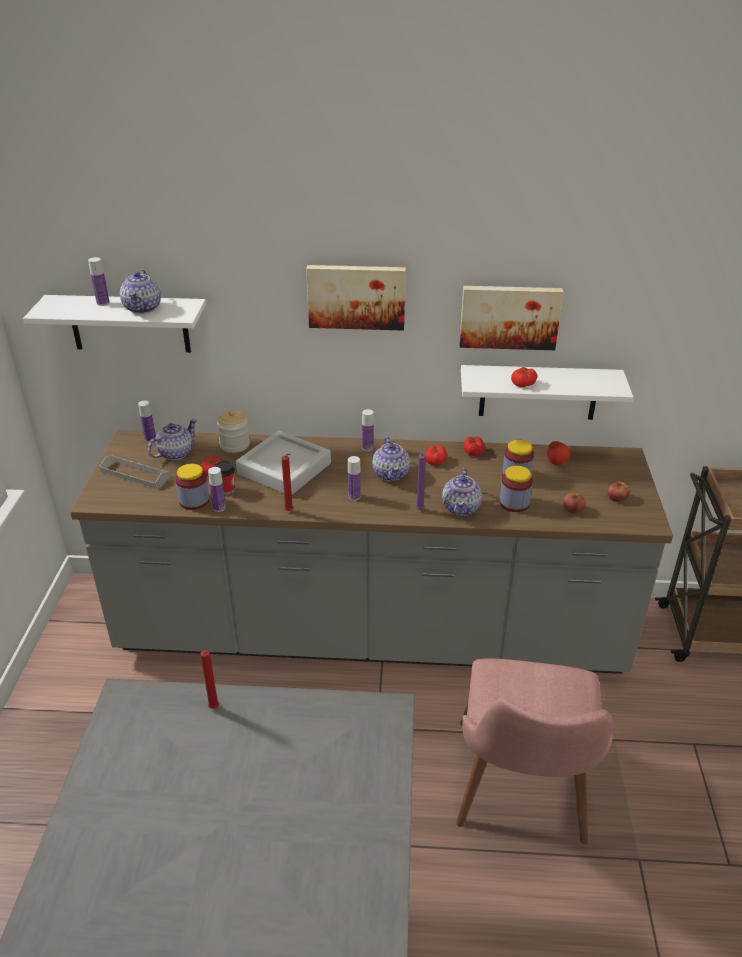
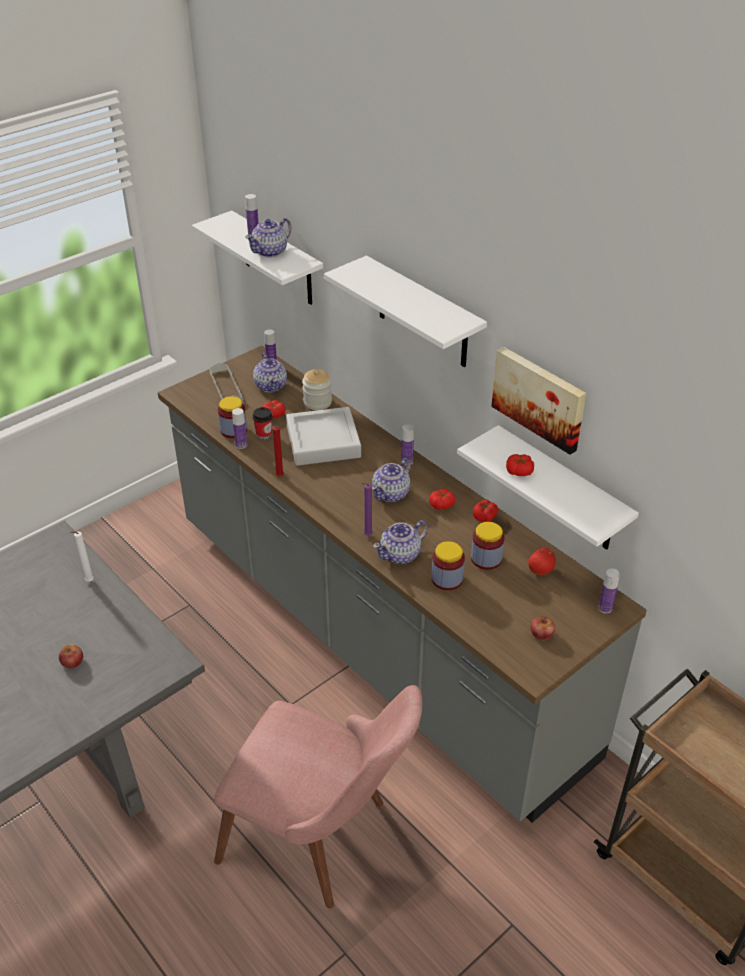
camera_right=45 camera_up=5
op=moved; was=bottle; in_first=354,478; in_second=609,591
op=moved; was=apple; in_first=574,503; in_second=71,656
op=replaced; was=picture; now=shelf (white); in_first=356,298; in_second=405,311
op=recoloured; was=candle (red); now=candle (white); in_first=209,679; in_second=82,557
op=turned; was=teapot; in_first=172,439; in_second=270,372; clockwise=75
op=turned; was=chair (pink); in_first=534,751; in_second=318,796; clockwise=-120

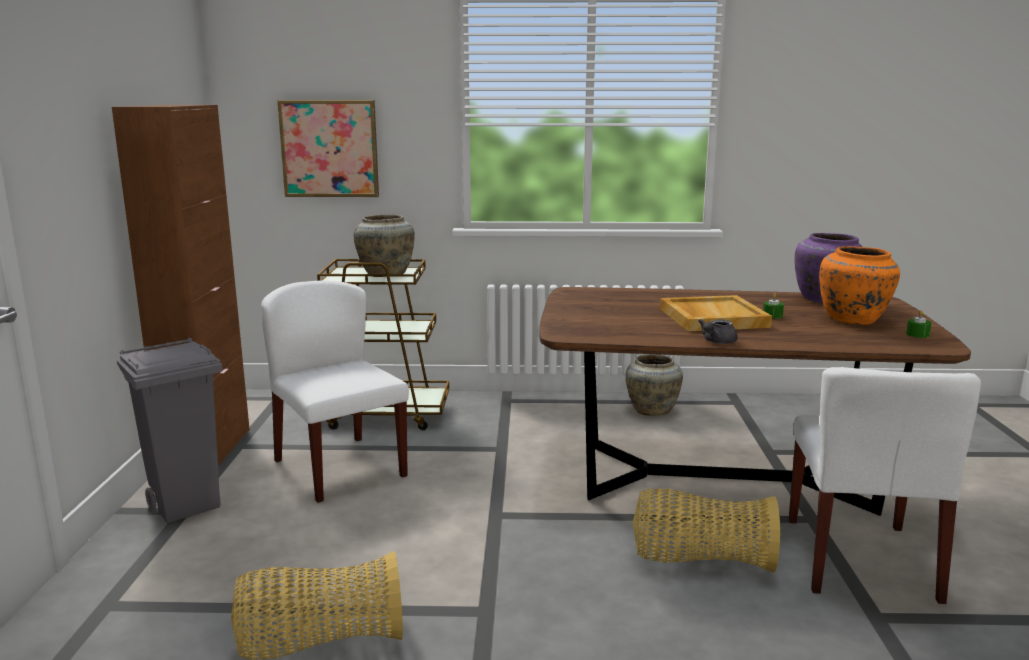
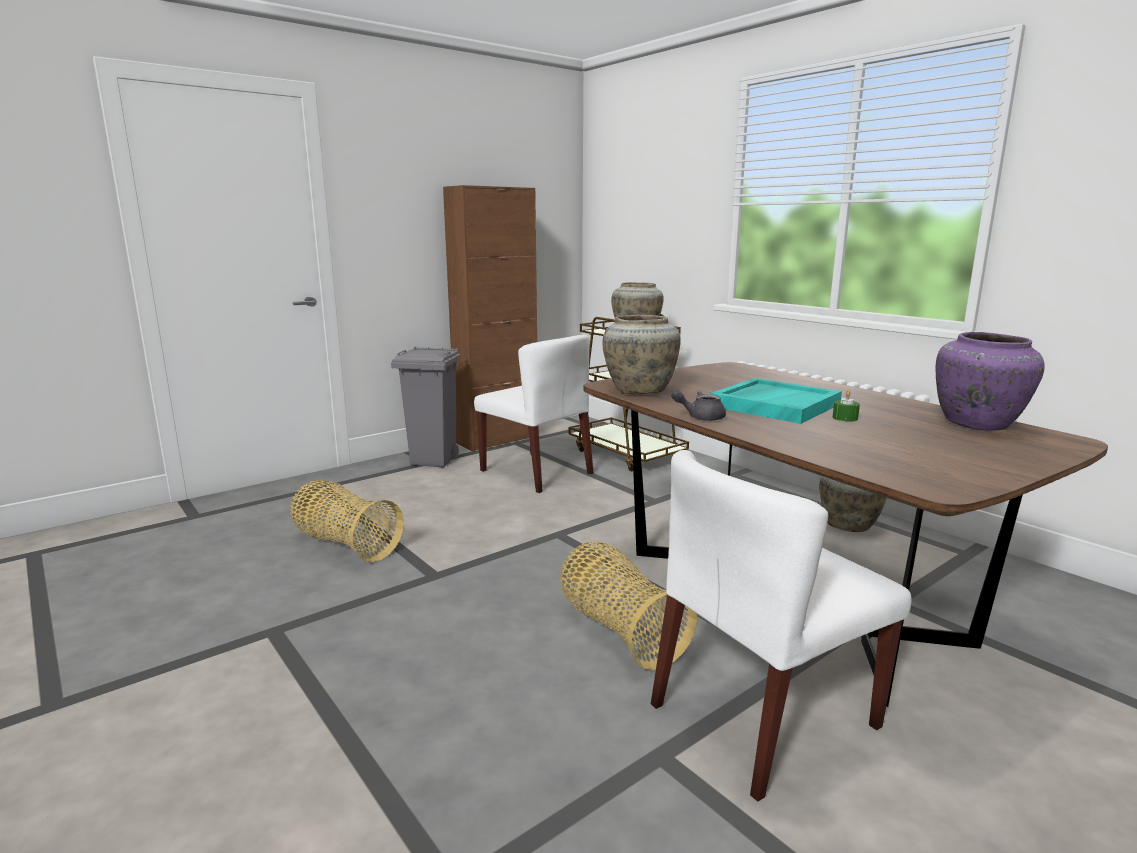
camera_right=50 camera_up=0
op=removed; was=picture; in_first=328,148
op=removed; was=vase (orange); in_first=859,285
op=removed; was=candle (green); in_first=918,324
op=added; now=vase (beige); in_second=642,354
op=recoloured; was=tray (beige); now=tray (turquoise); in_first=716,313; in_second=776,401
op=turned; was=chair (white); in_first=335,391; in_second=533,414; clockwise=120

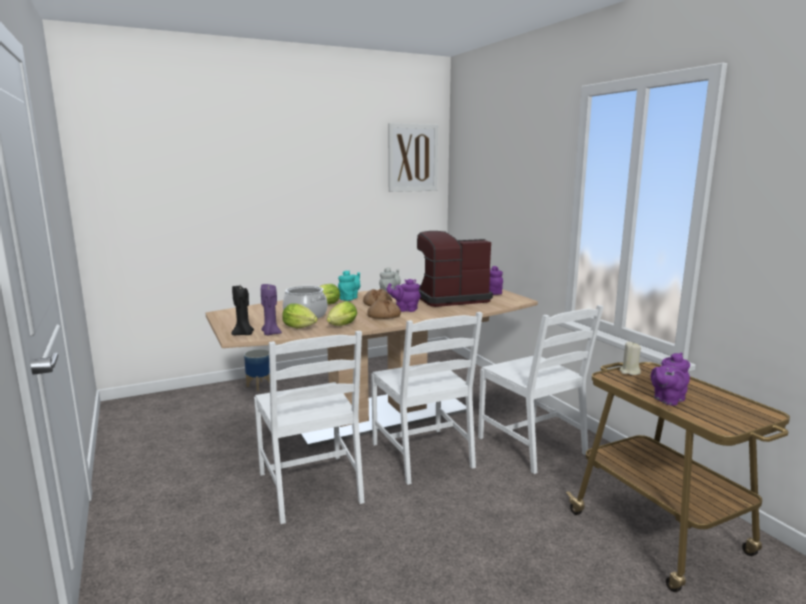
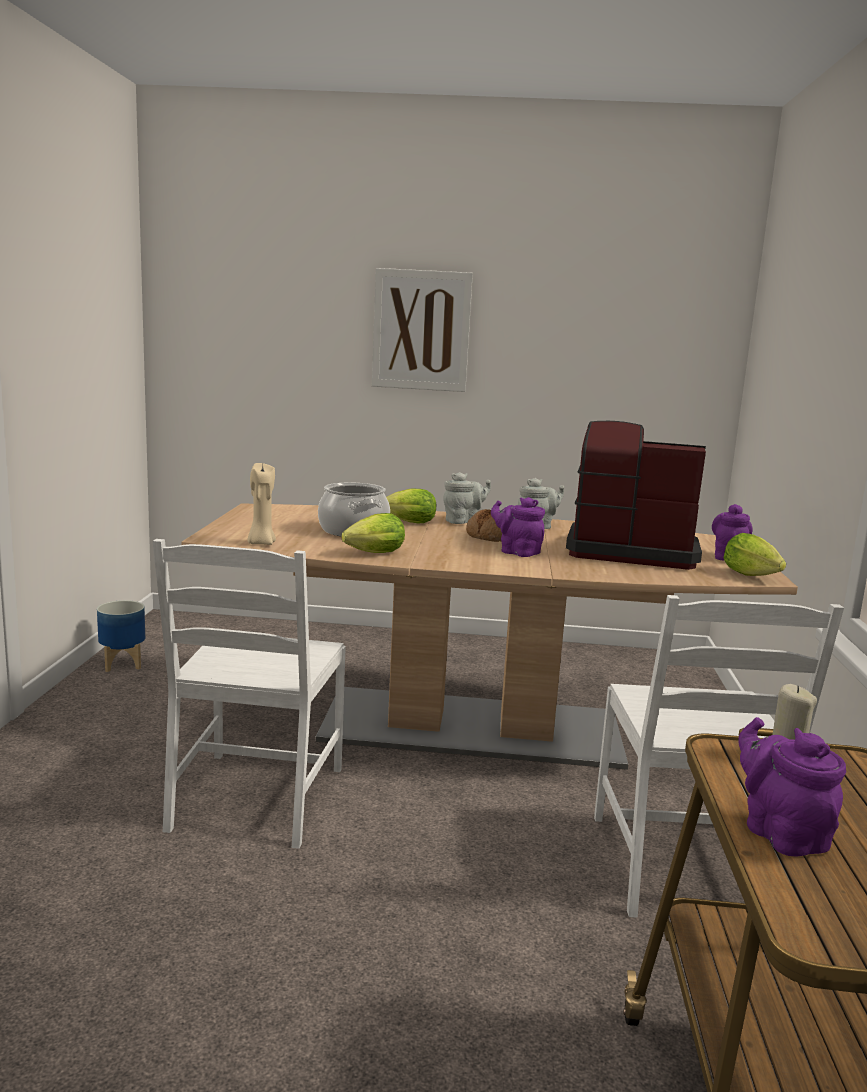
camera_right=30 camera_up=0
op=removed; was=candle (black); in_first=242,310
op=removed; was=bread; in_first=384,309
op=removed; was=chair (white); in_first=427,398
op=moved; was=planter; in_first=257,370; in_second=121,636
op=moved; was=lettuce; in_first=300,316; in_second=754,554
op=moved; was=picture; in_first=413,157; in_second=422,330
op=recoloured; was=candle (purple); now=candle (beige); in_first=271,309; in_second=261,504
op=recoloured; was=teapot (turquoise); now=teapot (grey); in_first=349,285; in_second=467,498
op=turned; was=teapot (purple); in_first=670,379; in_second=792,787; clockwise=75

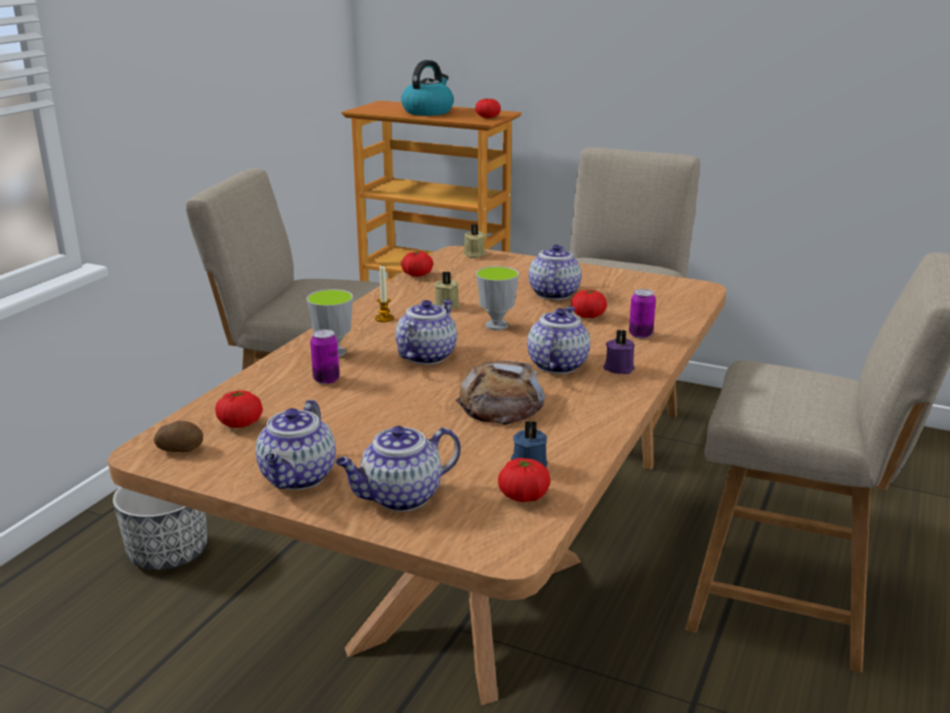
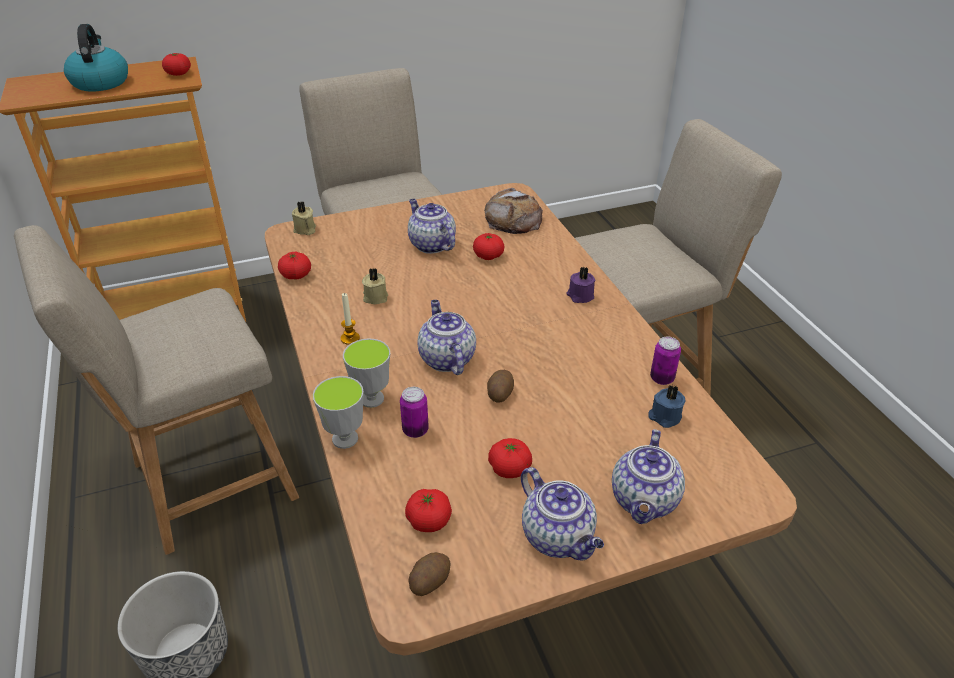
camera_right=-45 camera_up=15
op=removed; was=teapot; in_first=558,340
op=added; now=potato; in_second=500,386
op=moved; was=bread; in_first=500,392; in_second=513,211
op=moved; was=cup; in_first=497,298; in_second=338,412
op=moved; was=tomato; in_first=524,480; in_second=510,458
op=moved; was=can; in_first=642,314; in_second=665,361

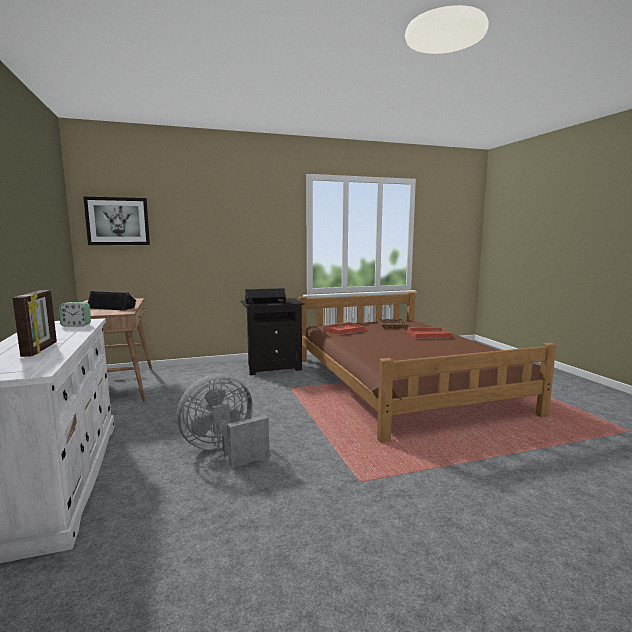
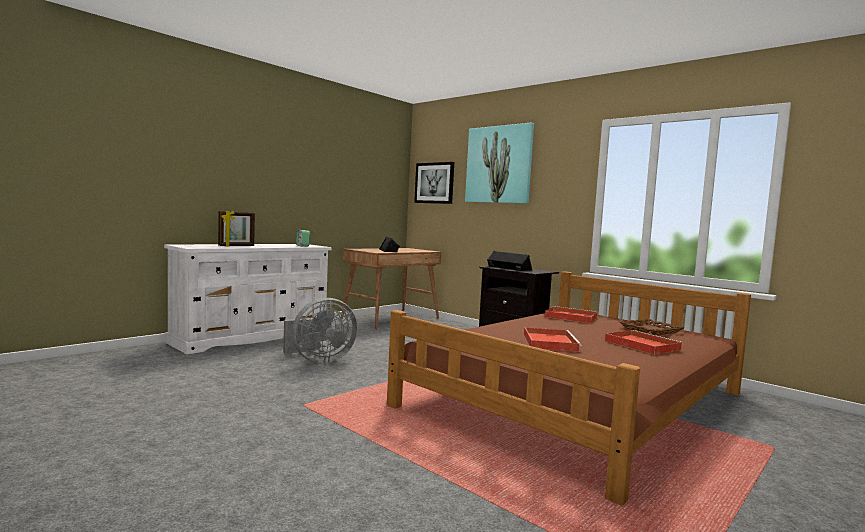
camera_right=60 camera_up=-5
op=added; now=picture; in_second=499,163
op=added; now=tray (red); in_second=553,339
op=turned; was=fan (grey); in_first=223,421; in_second=320,330; clockwise=120

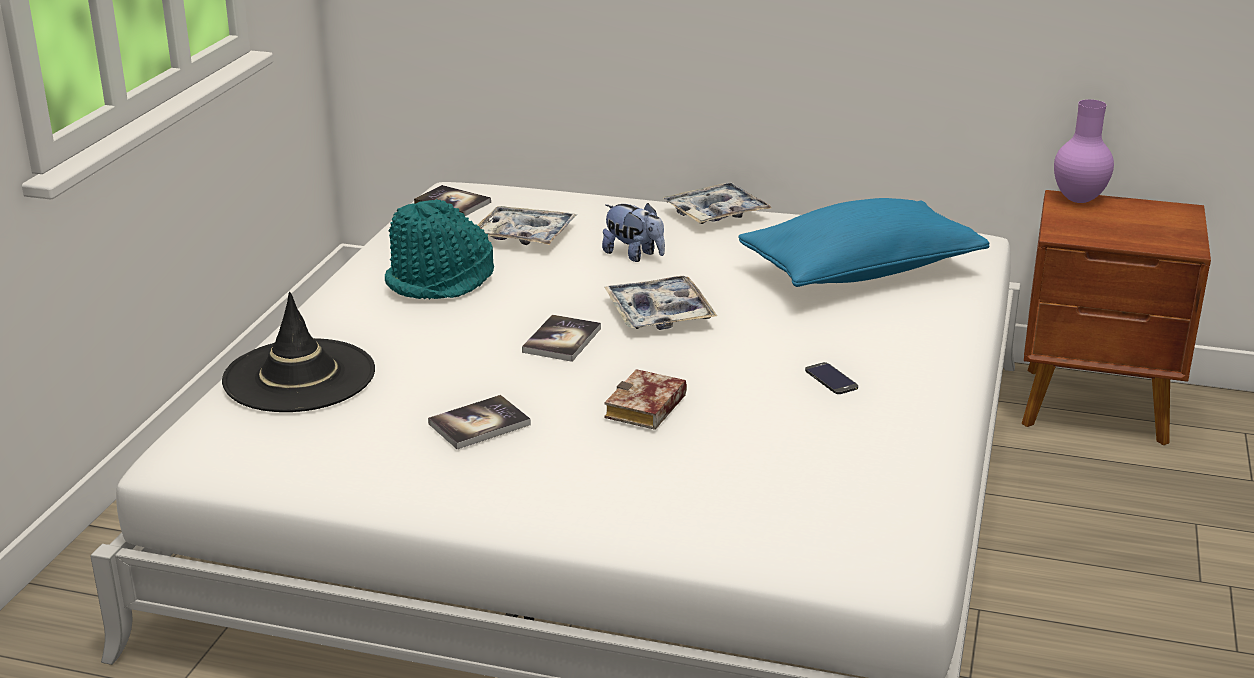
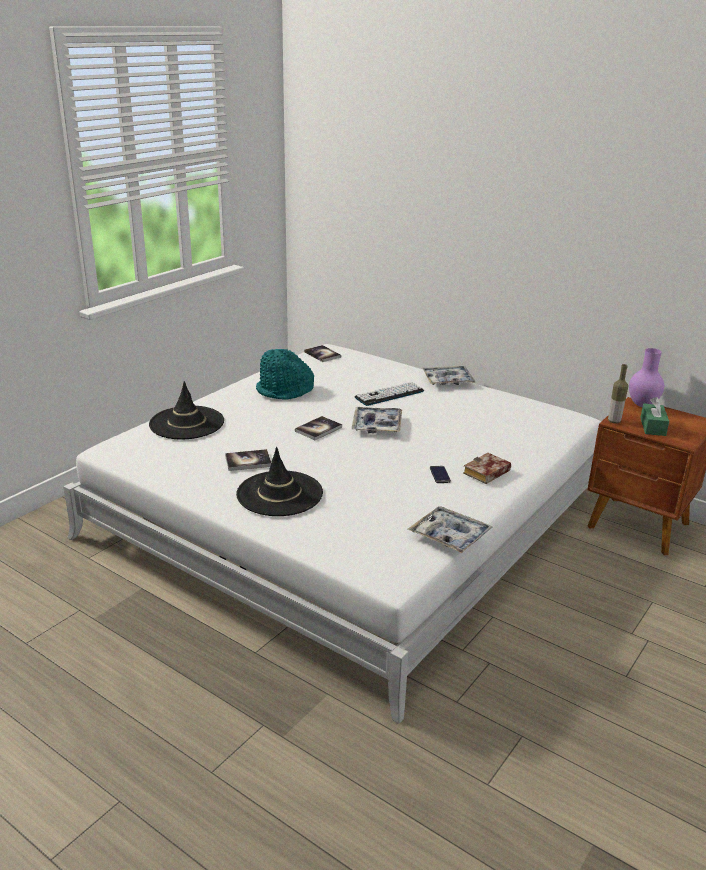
camera_right=20 camera_up=0
op=removed; was=pillow (blue); in_first=863,242
op=added; now=hat (black); in_second=279,481
op=added; now=bottle; in_second=618,393
op=added; now=tissue box (green); in_second=654,416
op=moved; was=tray; in_first=527,225; in_second=450,529
op=moved; was=book; in_first=645,399; in_second=487,468
op=replaced; was=plush toy; now=keyboard; in_first=633,232; in_second=389,394

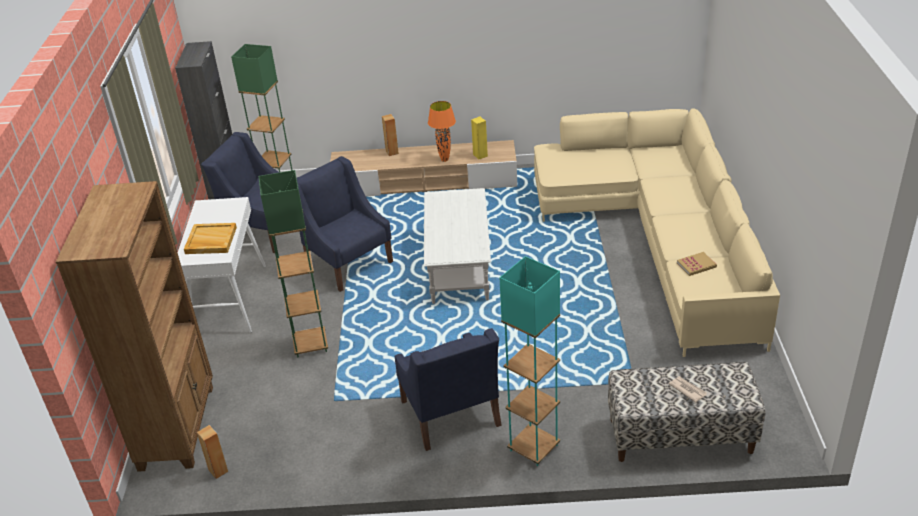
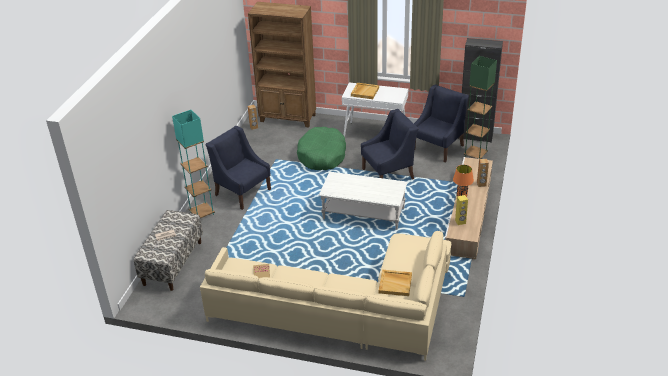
camera_right=105 camera_up=0
op=added; now=tray (beige); in_second=395,283
op=replaced; was=floor lamp (green); now=dog bed (green); in_first=293,263; in_second=321,148
op=turned; was=armchair (blue); in_first=448,389; in_second=238,168; clockwise=45

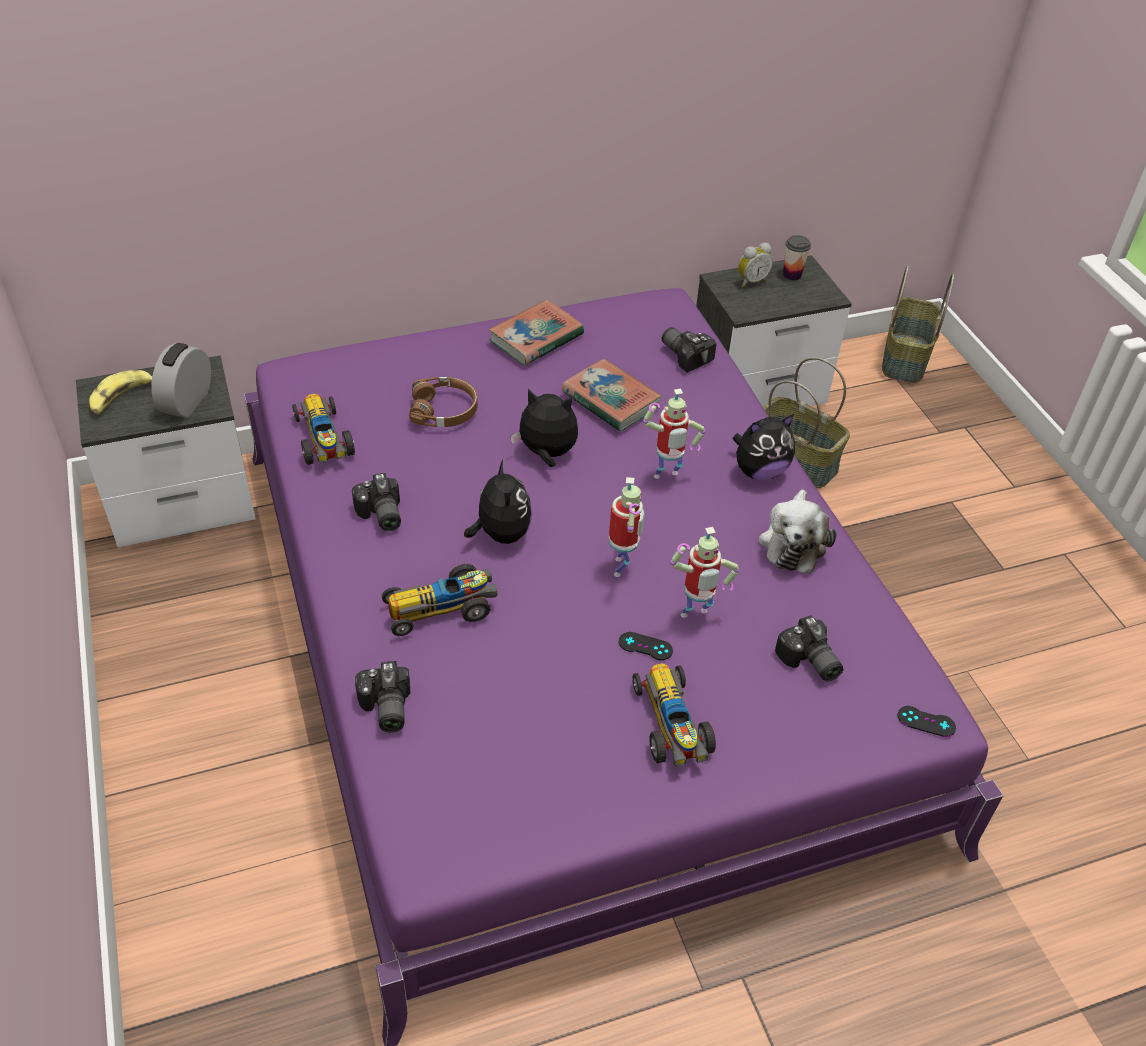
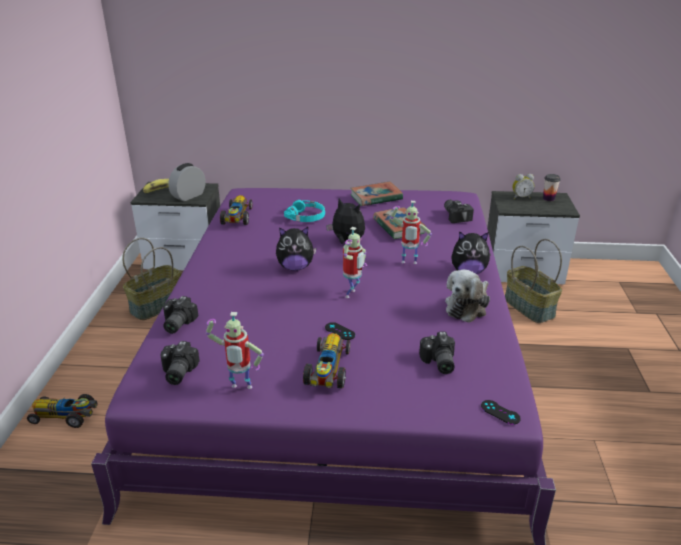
camera_right=25 camera_up=-15
op=moved; was=photo camera; in_first=376,502; in_second=180,363
op=moved; was=toy car; in_first=439,600; in_second=62,411
op=moved; was=toy robot; in_first=705,572; in_second=235,350
op=moved; was=basket; in_first=918,324; in_second=151,279
op=recoloured; was=headphones (brown); now=headphones (turquoise); in_first=443,402; in_second=304,211
op=turned; was=plush toy; in_first=498,502; in_second=296,249; clockwise=75

